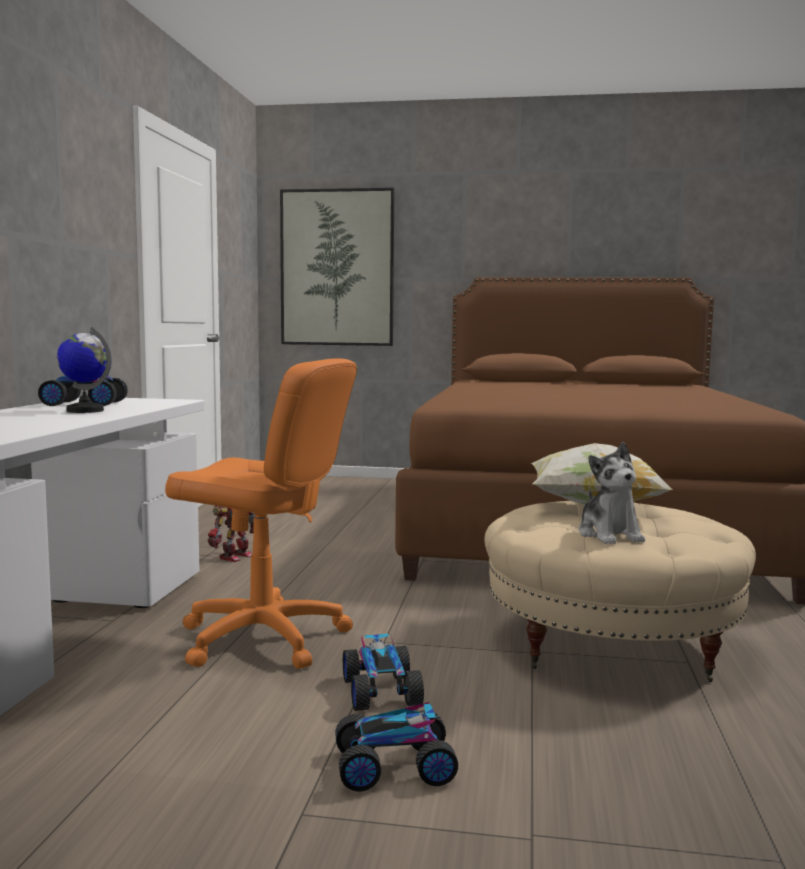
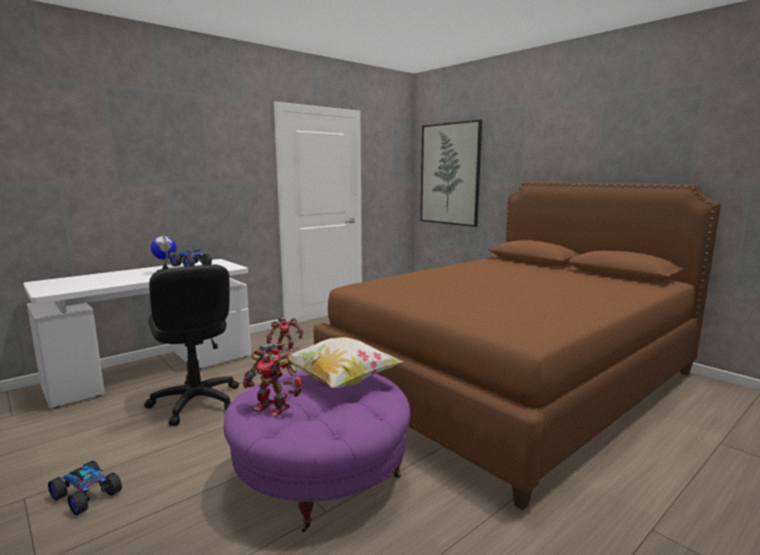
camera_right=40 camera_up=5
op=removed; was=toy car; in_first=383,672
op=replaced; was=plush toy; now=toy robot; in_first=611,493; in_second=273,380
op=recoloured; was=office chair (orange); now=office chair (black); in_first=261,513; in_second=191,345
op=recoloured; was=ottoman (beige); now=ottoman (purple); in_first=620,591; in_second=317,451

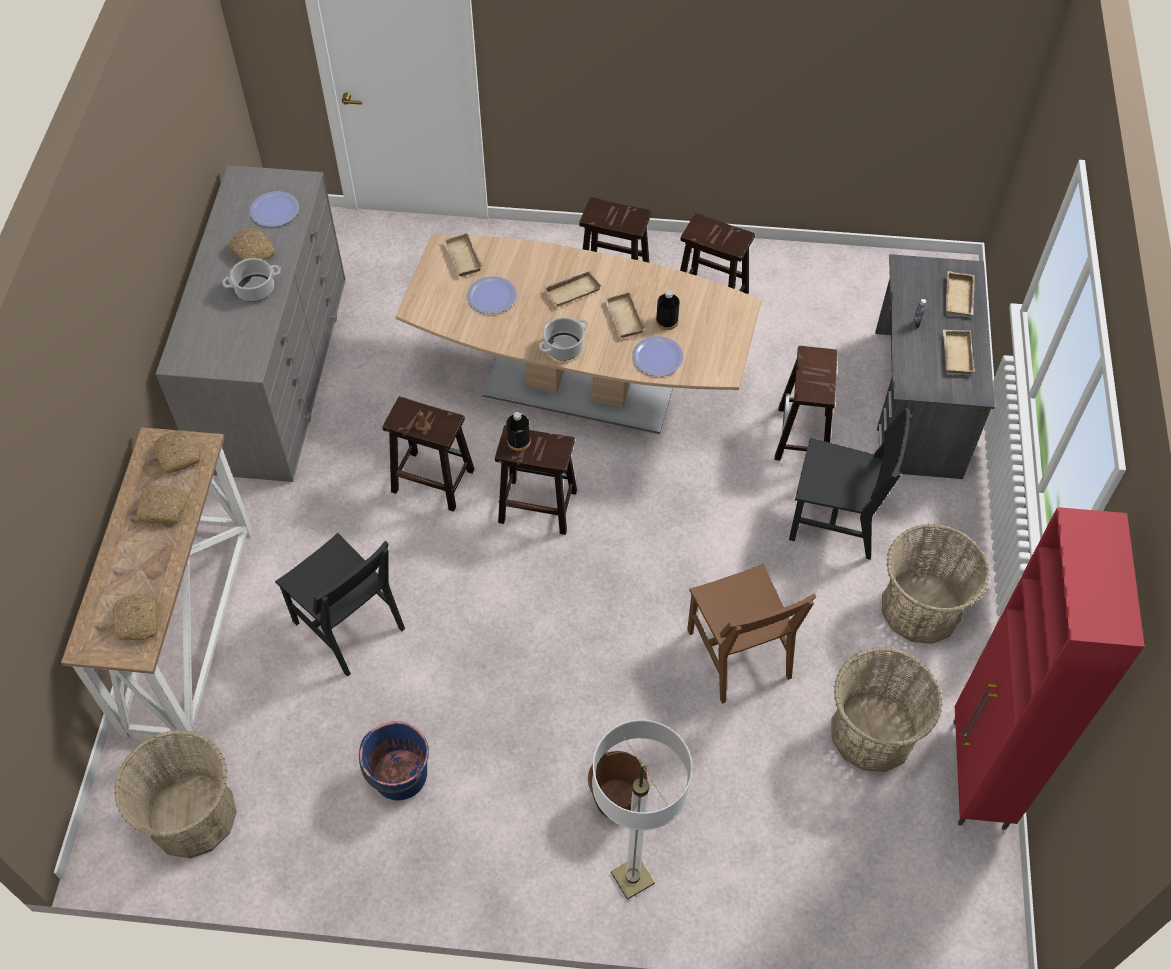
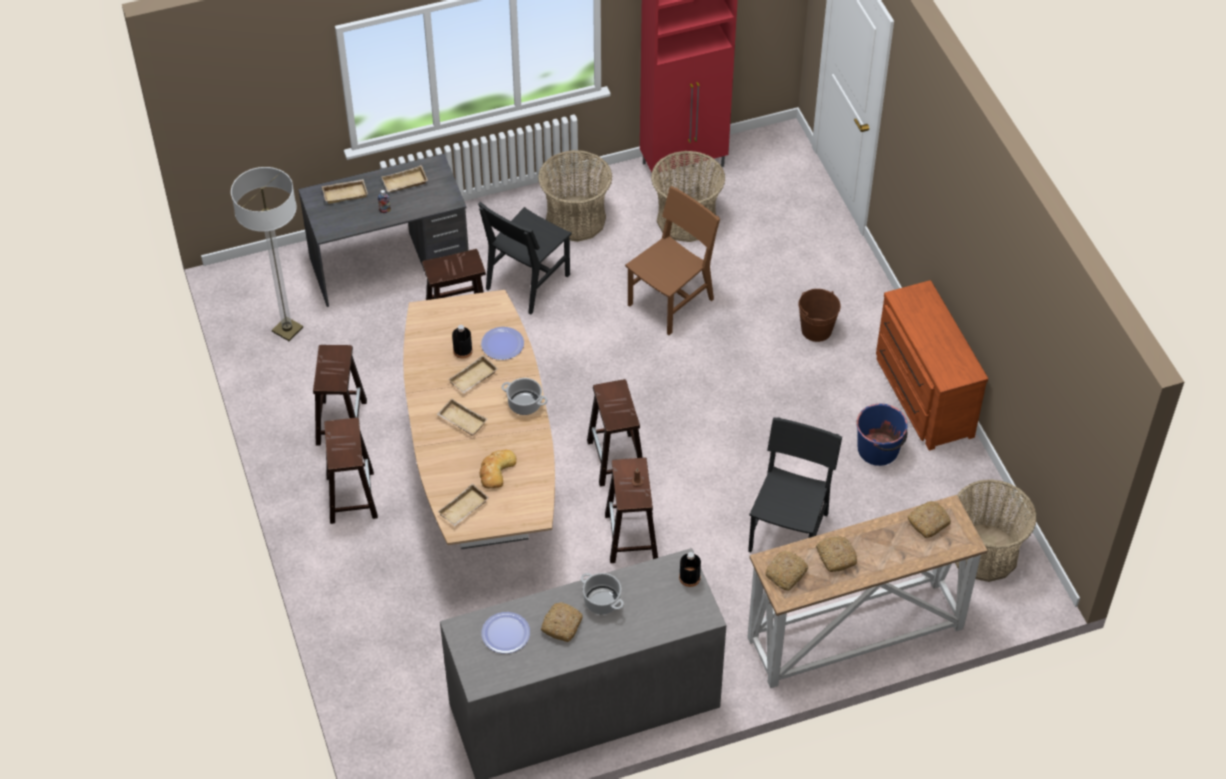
camera_right=-115 camera_up=-5
op=added; now=dresser (brown); in_second=932,365
op=moved; was=bottle (black); in_first=518,431; in_second=690,569
op=moved; was=floor lamp; in_first=642,810; in_second=267,254
op=replaced; was=plate; now=bread; in_first=492,295; in_second=498,469
op=turned; was=chair (black); in_first=850,484; in_second=525,258; clockwise=-135

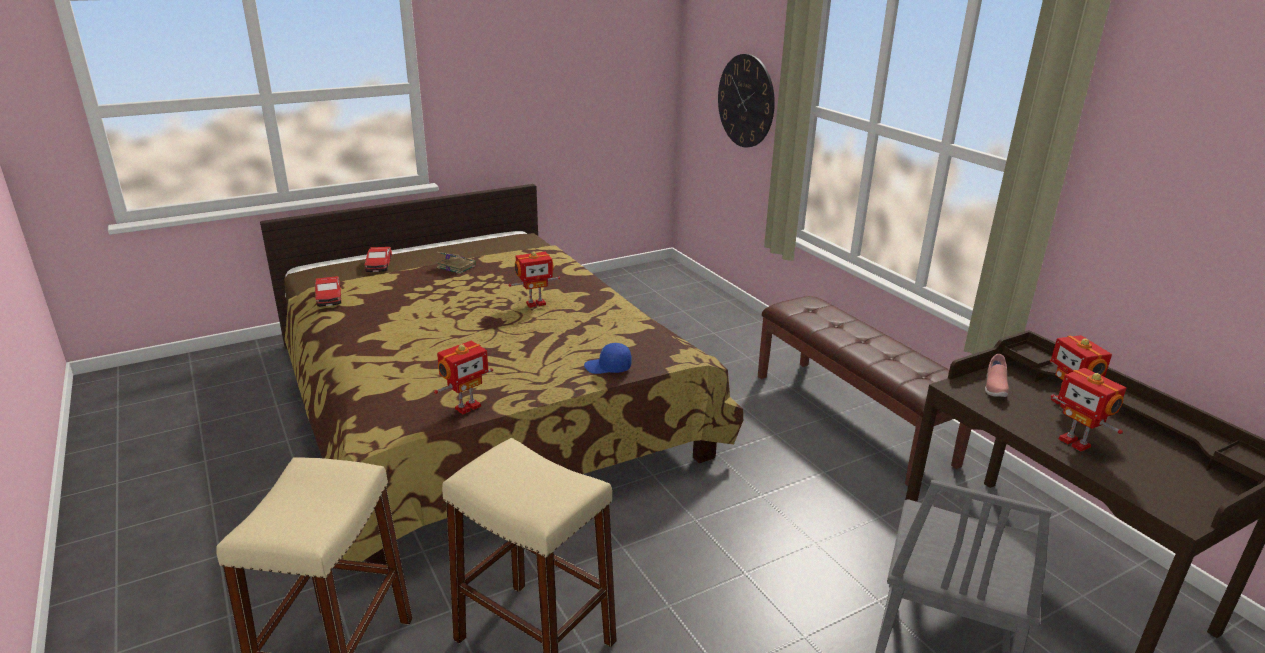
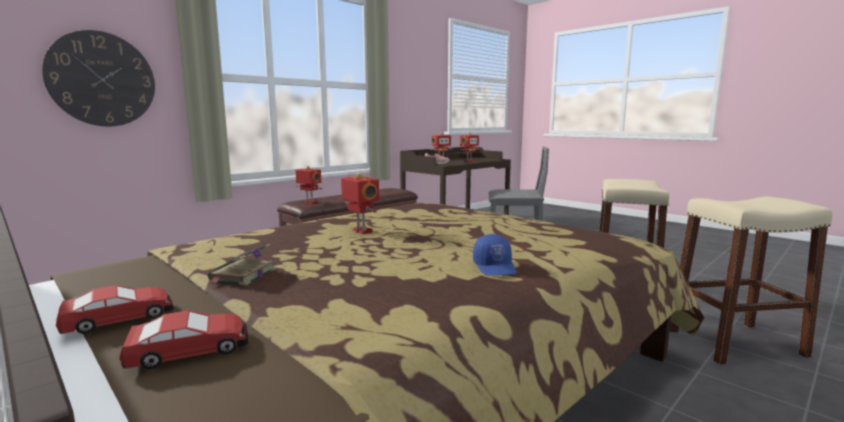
camera_right=-105 camera_up=-15
op=moved; was=toy car; in_first=328,291; in_second=115,309
op=moved; was=toy robot; in_first=463,377; in_second=308,185
op=moved; was=cap (blue); in_first=608,358; in_second=495,255

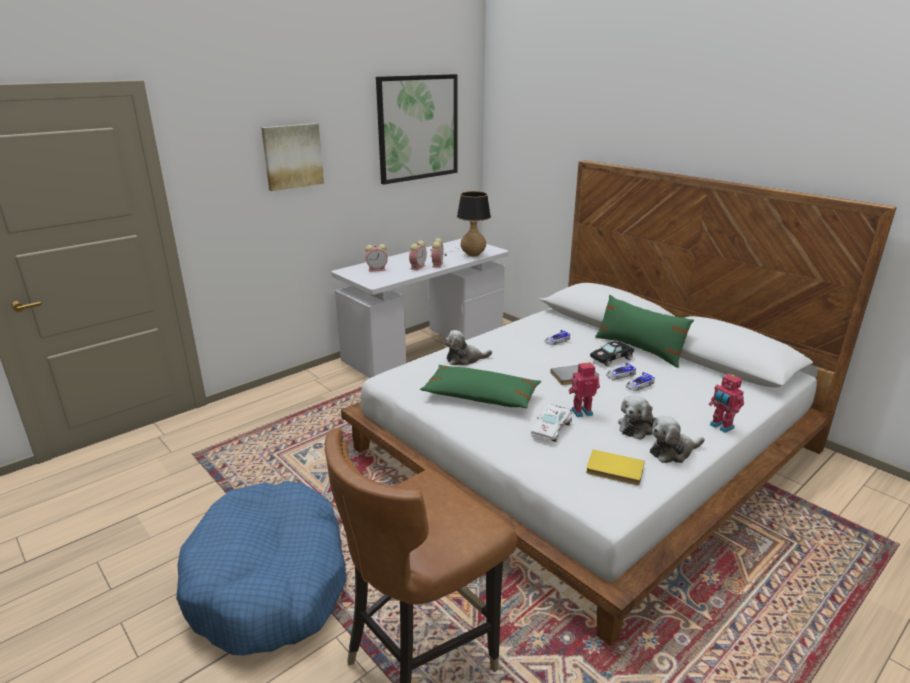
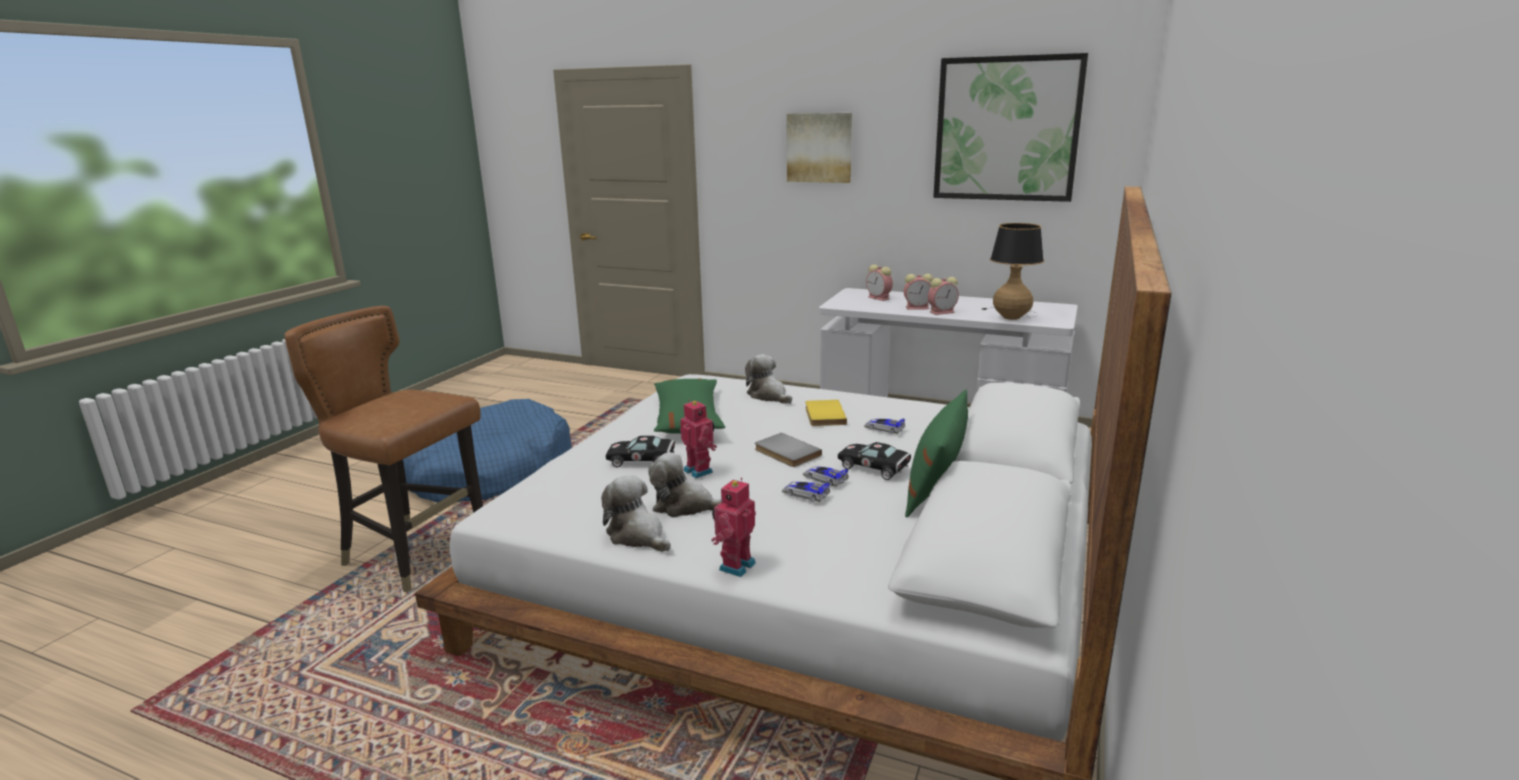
camera_right=65 camera_up=-5
op=moved; was=book (yellow); in_first=615,467; in_second=826,413
op=recoloured; was=toy car (white); now=toy car (black); in_first=551,423; in_second=640,451

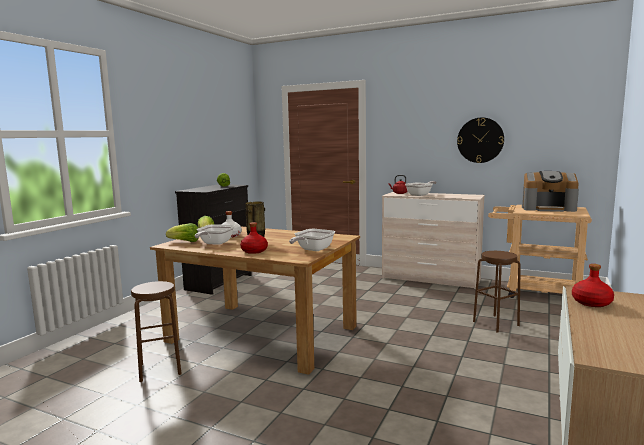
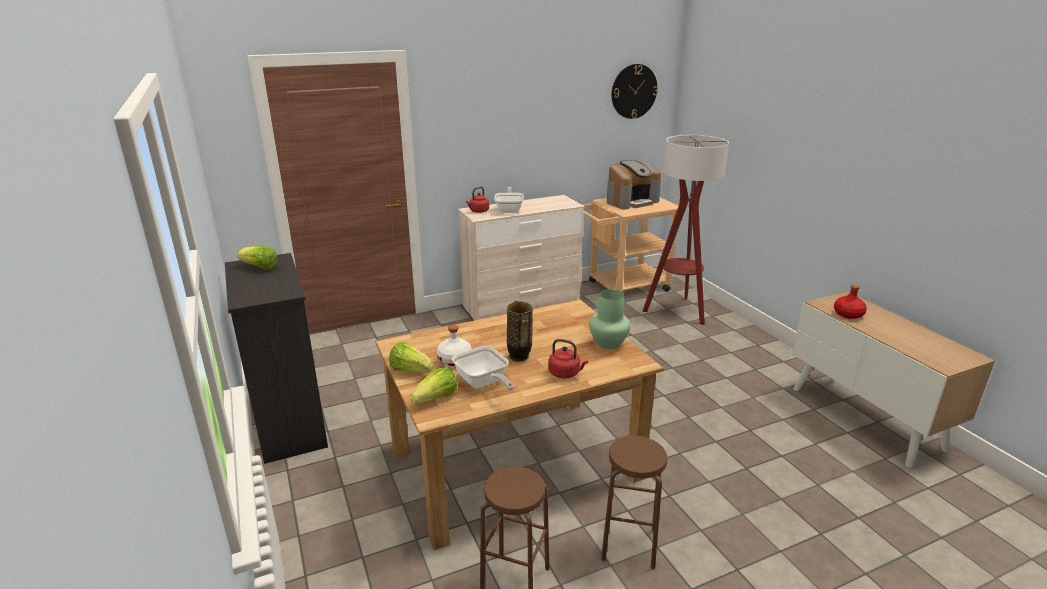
camera_right=-50 camera_up=15
op=added; now=floor lamp; in_second=686,230
op=moved; was=wall clock; in_first=480,140; in_second=635,91
op=moved; was=stool (brown); in_first=497,292; in_second=634,502
op=replaced; was=bottle (red); now=kettle (red); in_first=254,238; in_second=568,359
op=replaced; was=frying pan; now=vase (green); in_first=312,240; in_second=610,319

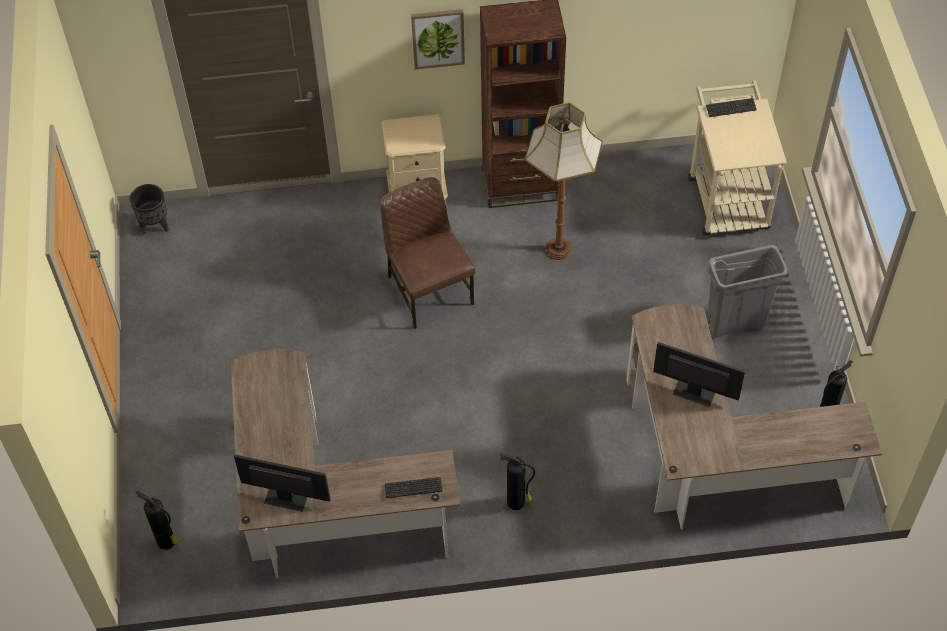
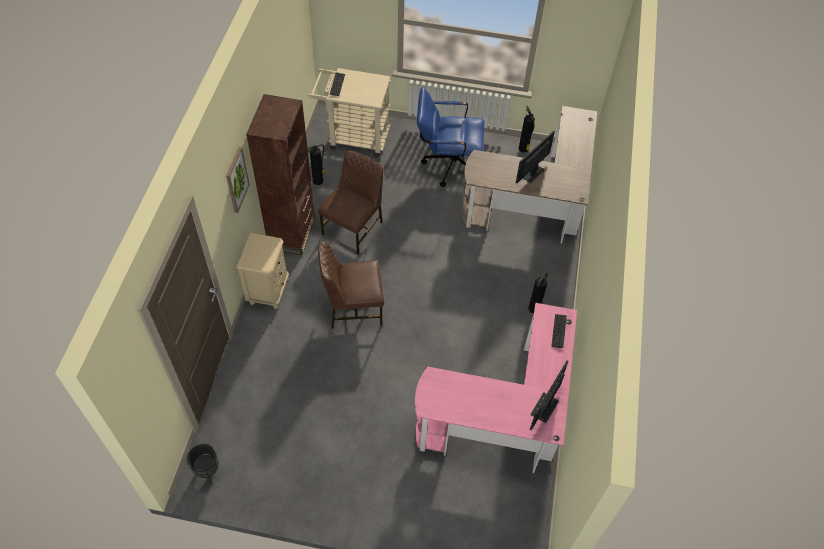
camera_right=-75 camera_up=0
op=moved; was=fire extinguisher; in_first=157,520; in_second=316,164
op=replaced; was=floor lamp; now=chair (brown); in_first=564,181; in_second=350,202
op=replaced; was=trash can (grey); now=office chair (blue); in_first=747,291; in_second=450,137
op=recoloured; was=desk (brown); now=desk (pink); in_first=345,463; in_second=496,388

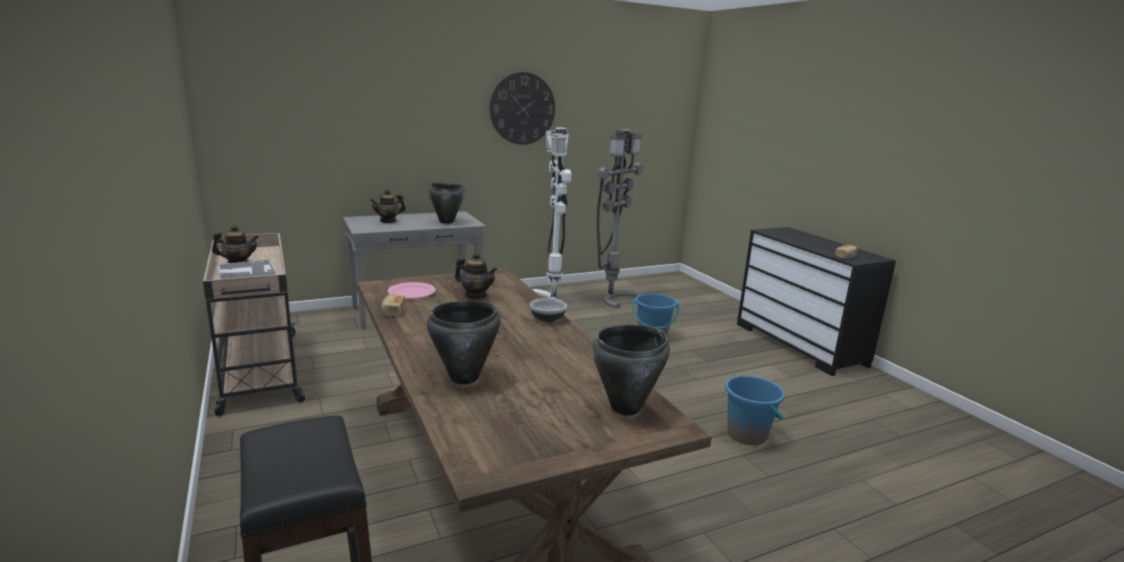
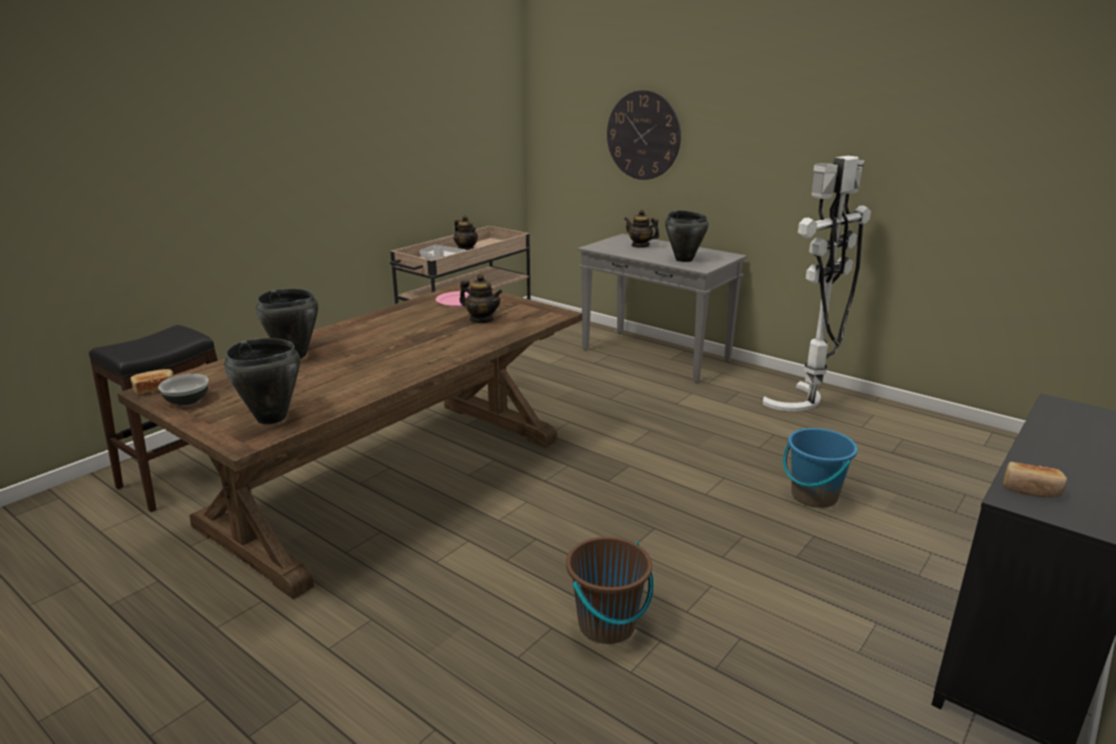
camera_right=65 camera_up=5
op=removed; was=floor lamp (grey); in_first=620,218
op=moved; was=bread; in_first=393,305; in_second=152,381
op=moved; was=wall clock; in_first=522,108; in_second=644,135
op=moved; was=bowl; in_first=548,310; in_second=183,390
op=recoloured; was=bucket (blue); now=bucket (brown); in_first=755,410; in_second=610,590
op=turned; was=teapot; in_first=476,275; in_second=481,298; clockwise=-60

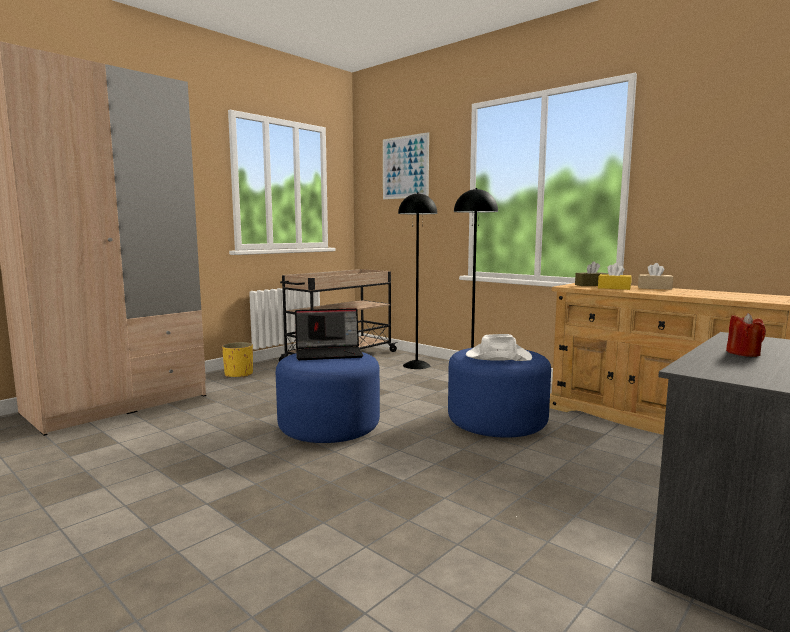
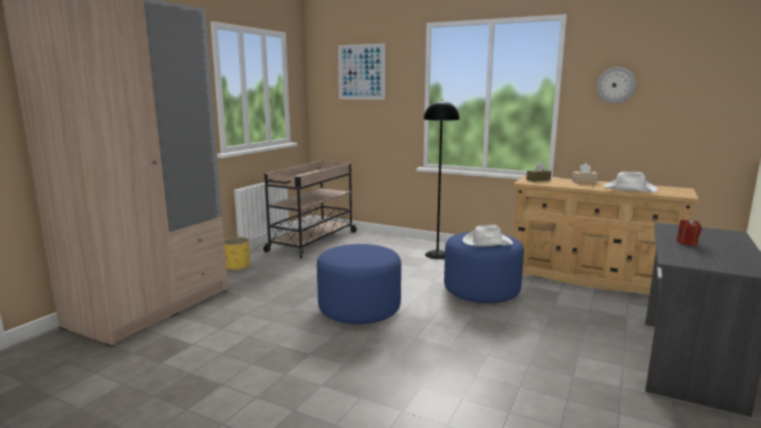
camera_right=-15 camera_up=5
op=removed; was=laptop; in_first=329,334
op=removed; was=floor lamp (black); in_first=417,280
op=removed; was=tissue box (yellow); in_first=615,276
op=added; now=wall clock; in_second=616,85
op=added; now=hat (white); in_second=631,182

